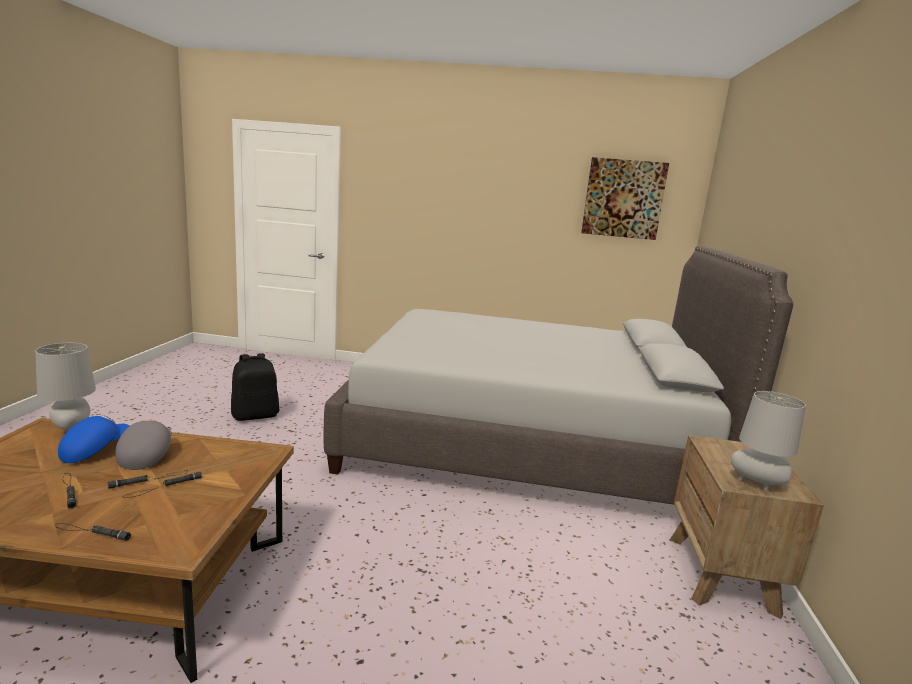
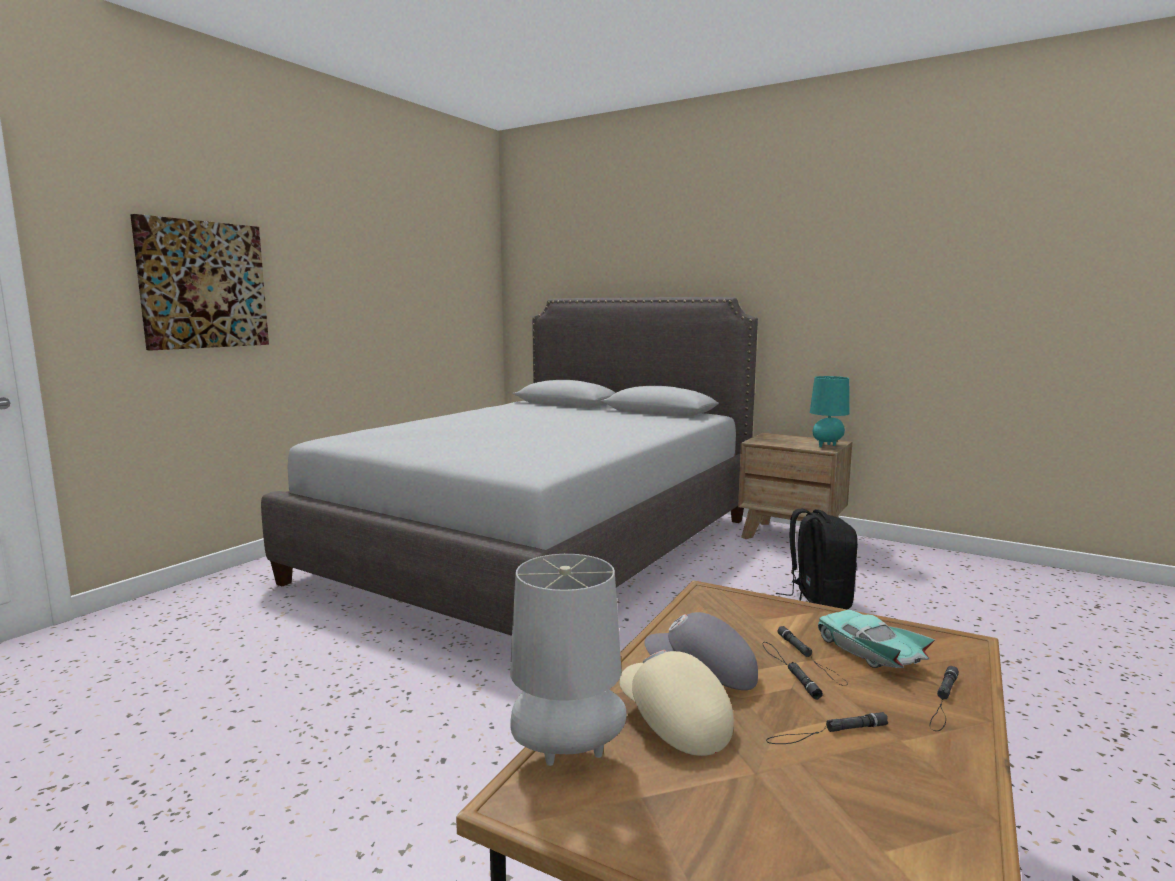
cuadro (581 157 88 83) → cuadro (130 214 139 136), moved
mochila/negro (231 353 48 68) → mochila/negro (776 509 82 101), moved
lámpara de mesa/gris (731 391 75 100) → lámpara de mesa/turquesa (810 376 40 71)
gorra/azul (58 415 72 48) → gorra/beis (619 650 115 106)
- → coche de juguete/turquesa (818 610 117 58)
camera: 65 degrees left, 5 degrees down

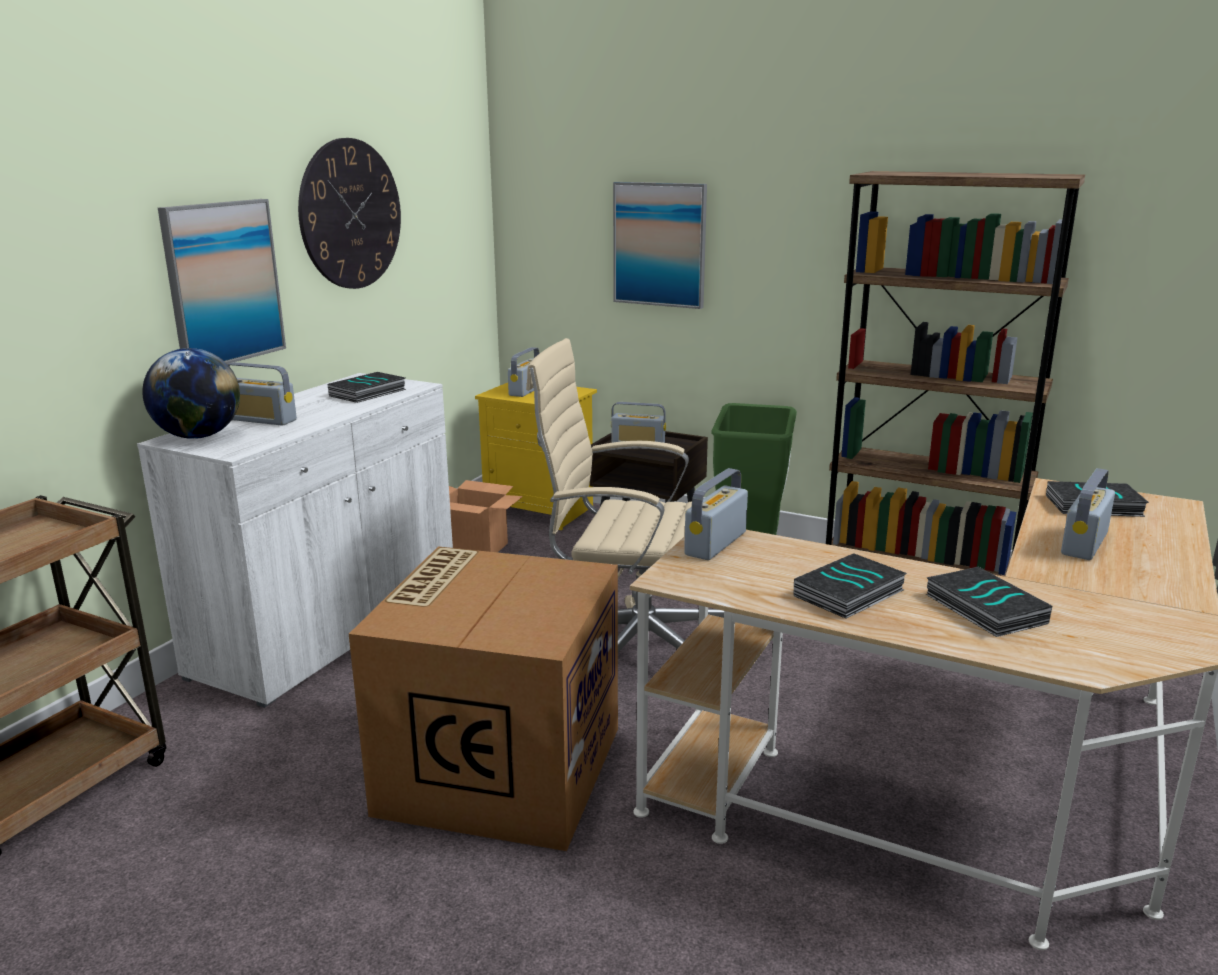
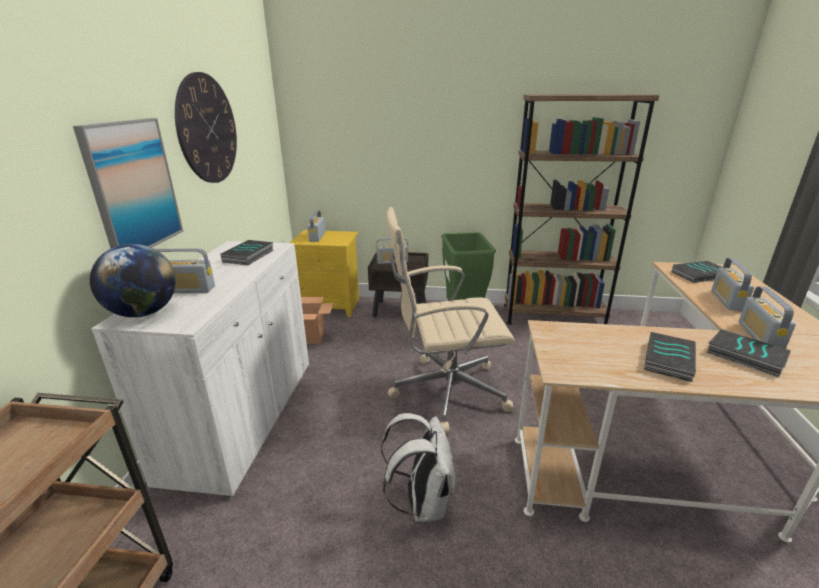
cuadro (613 182 94 127) → -
radio (684 468 64 92) → radio (739 286 57 63), moved
caja de cartón (349 547 269 304) → mochila/blanco (381 413 74 109)
camera: 20 degrees left, 5 degrees up

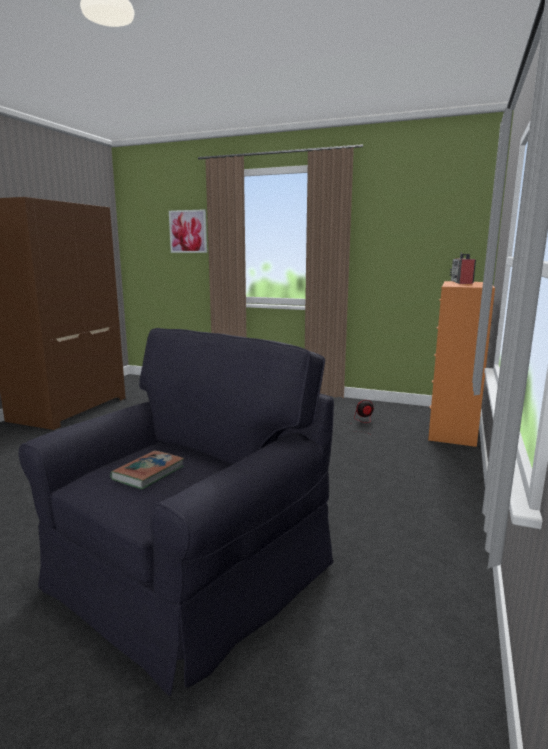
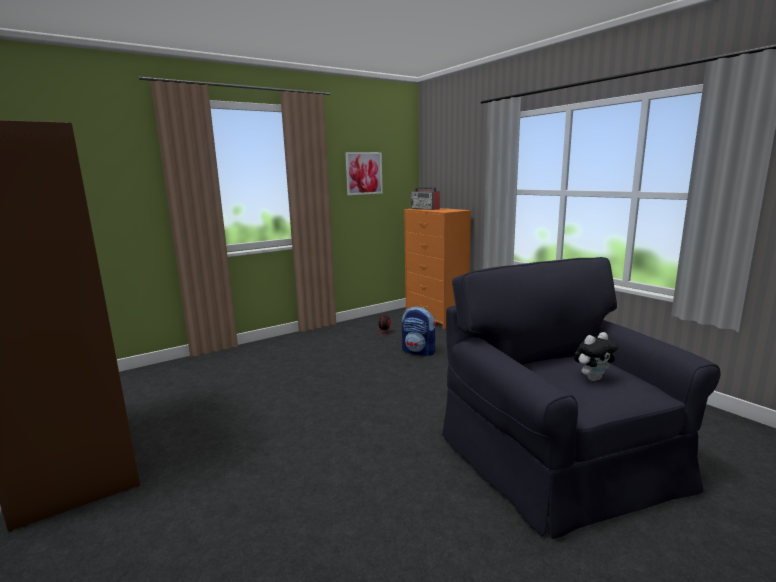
cuadro (169 209 38 44) → cuadro (345 152 38 43), moved
libro (110 450 74 39) → peluche (574 332 44 49)
- → mochila (402 307 34 49)
camera: 55 degrees left, 0 degrees up

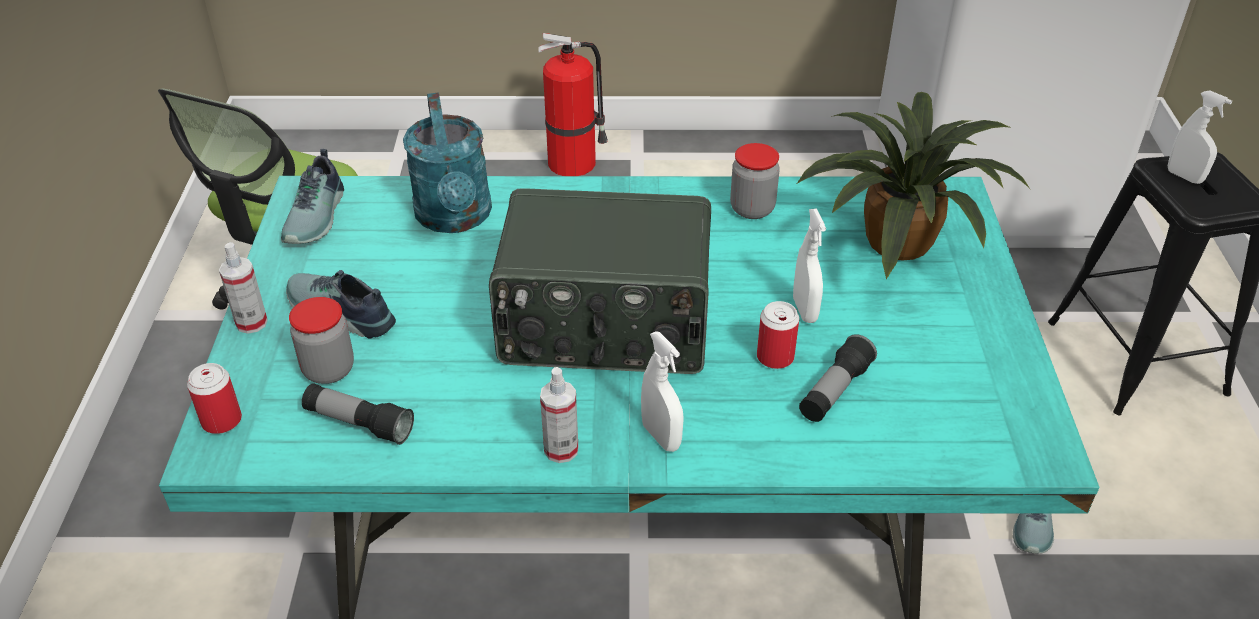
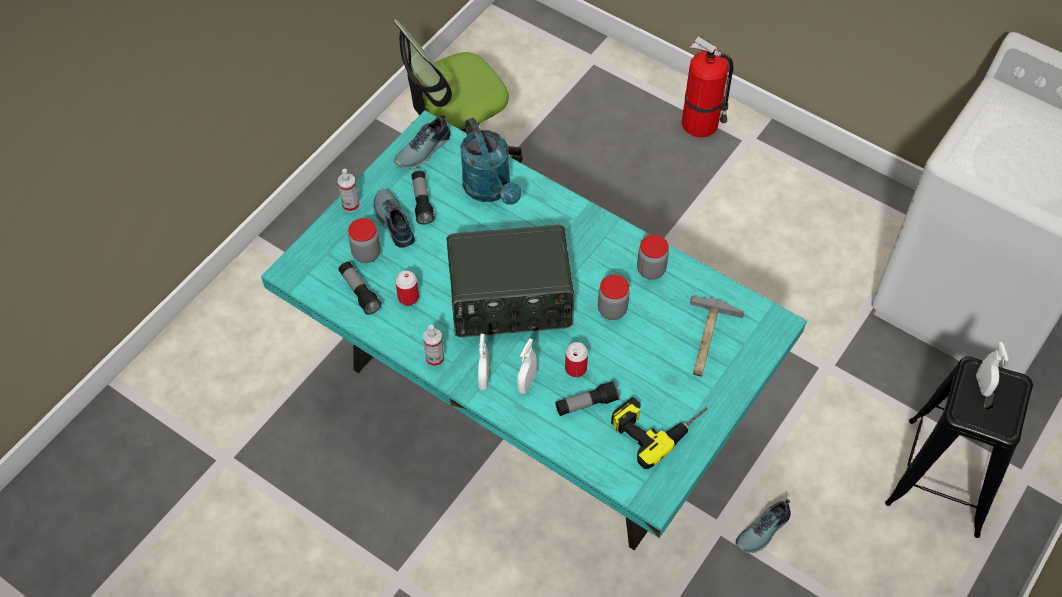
regadera/turquesa (403 92 89 141) → regadera/turquesa (460 118 61 87), 45 degrees counterclockwise
planta en maceta (797 92 232 187) → martillo (690 295 54 82)
radio (489 188 222 186) → radio (447 225 127 112), 45 degrees counterclockwise
pulverizador/blanco (793 209 33 114) → pulverizador/blanco (517 338 20 56), moved
lata (187 363 55 71) → lata (395 271 24 35), moved
- → linterna (411 171 24 54)
- → tarro (598 275 32 45)
- → taladro (611 397 97 72)
camera: 35 degrees right, 15 degrees up

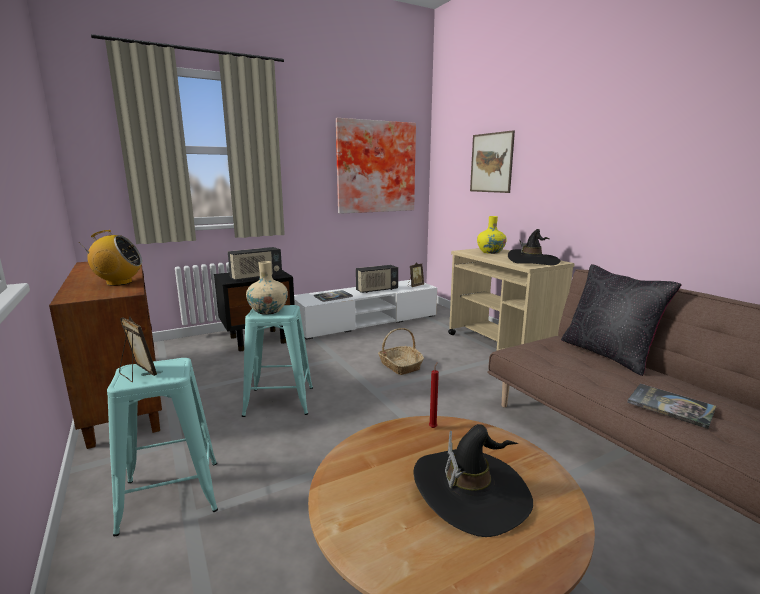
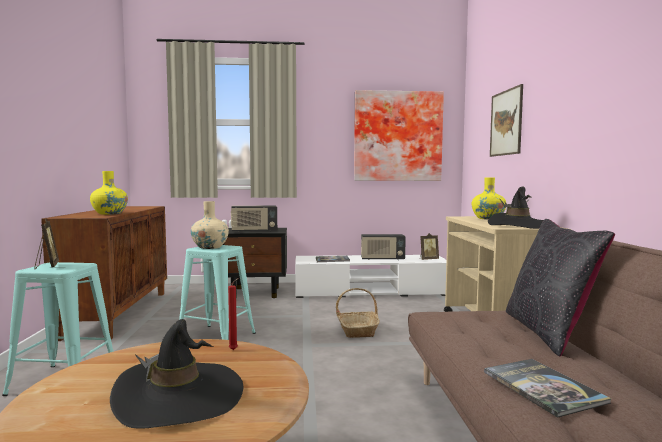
radio (86 230 56 56) → florero/amarillo (90 171 38 44)
camera: 25 degrees right, 10 degrees down

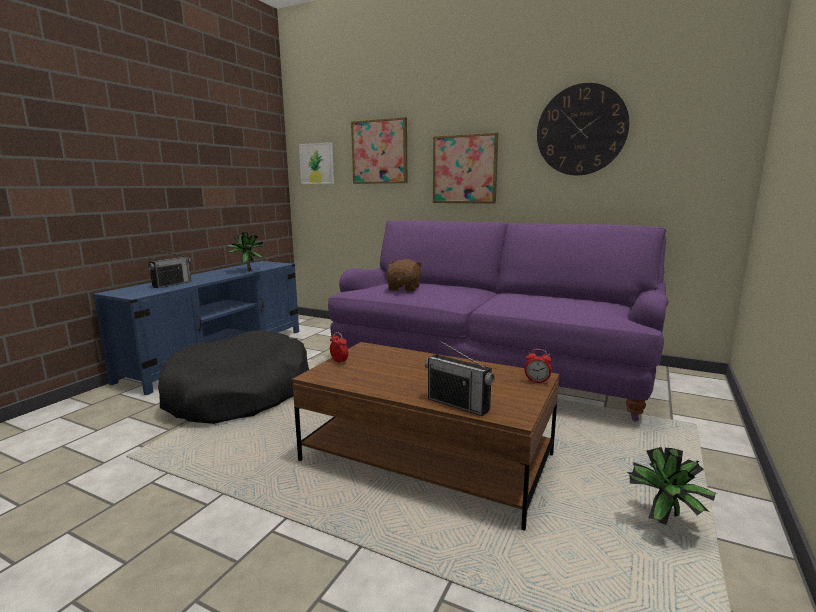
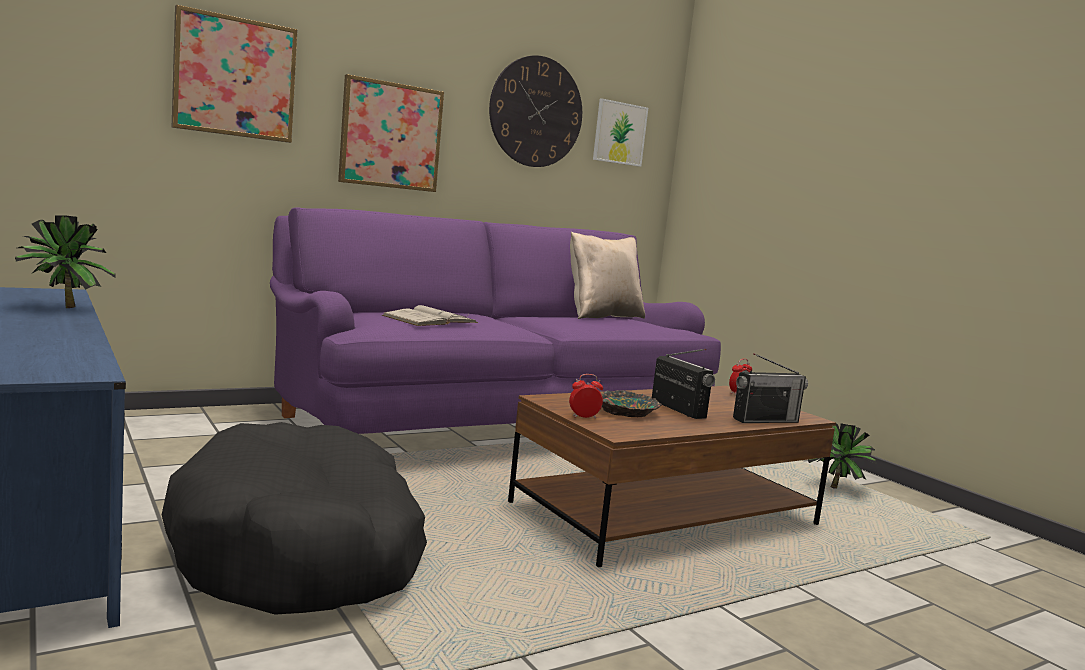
cuadro (299 142 35 42) → cuadro (593 98 55 69), moved
radio (148 249 43 39) → radio (652 349 63 70), moved
peluche/marrón (386 259 37 33) → libro/blanco (382 305 96 21)
- → cojín/beis (570 232 75 87)
- → cuenco (601 390 61 27)
camera: 60 degrees left, 5 degrees down

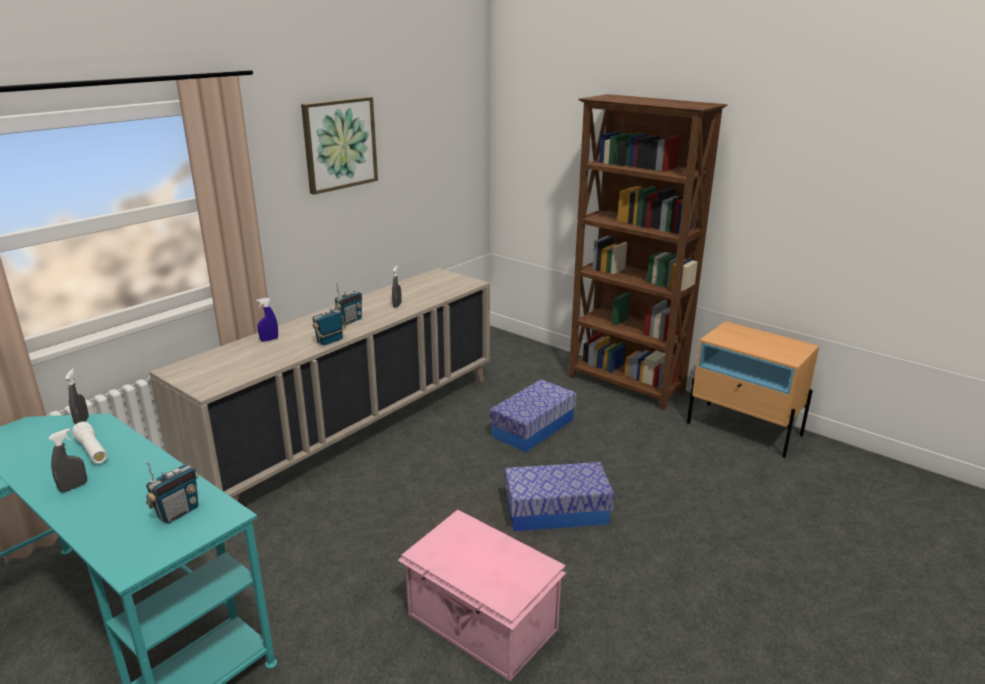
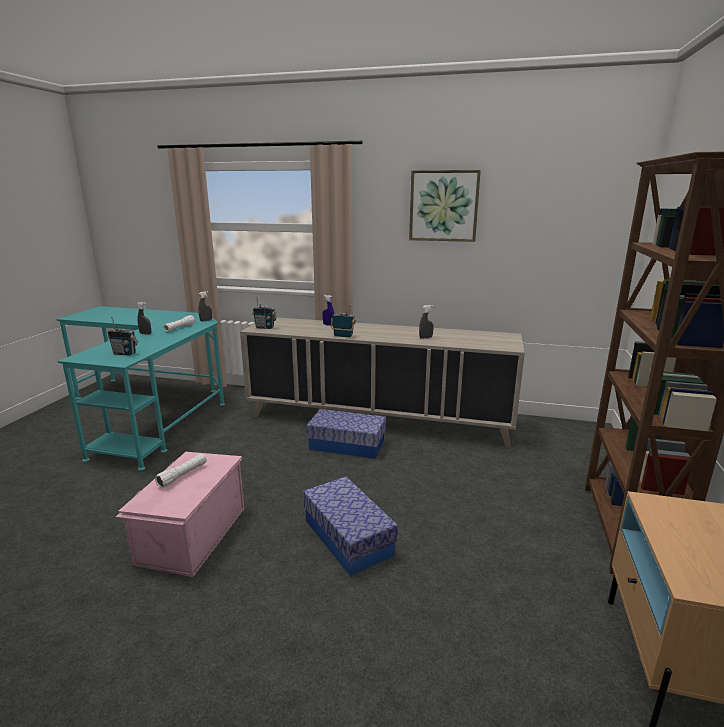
radio (335 283 27 42) → radio (252 297 25 32), moved
caja de almacenaje (490 379 86 73) → caja de almacenaje (306 409 80 50), moved
- → linterna/blanco (155 454 52 34)
camera: 65 degrees right, 5 degrees down

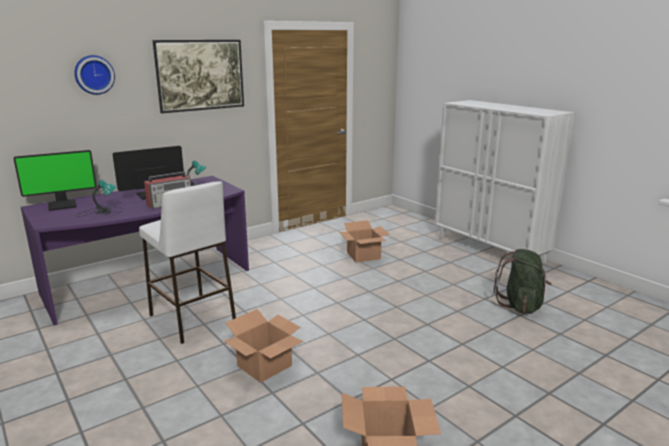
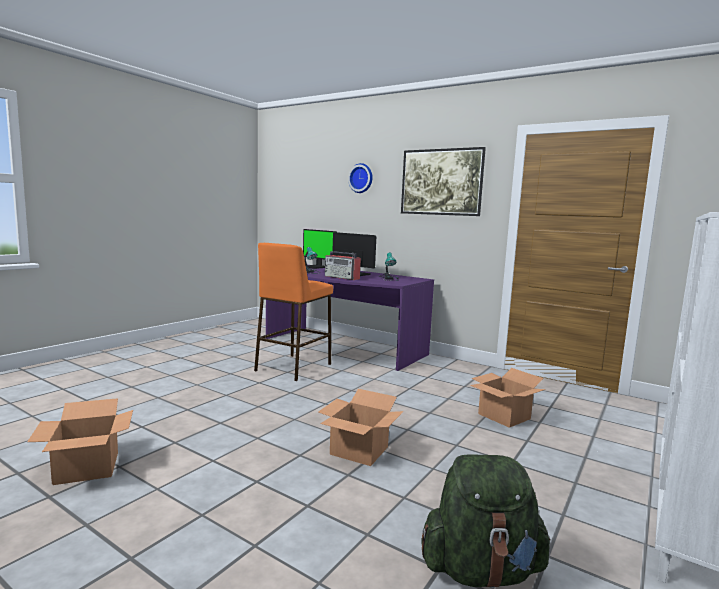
taburete/blanco (139 181 97 163) → taburete/naranja (254 243 79 138)
caja de cartón (224 309 79 74) → caja de cartón (318 389 86 77), moved
camera: 70 degrees right, 10 degrees down

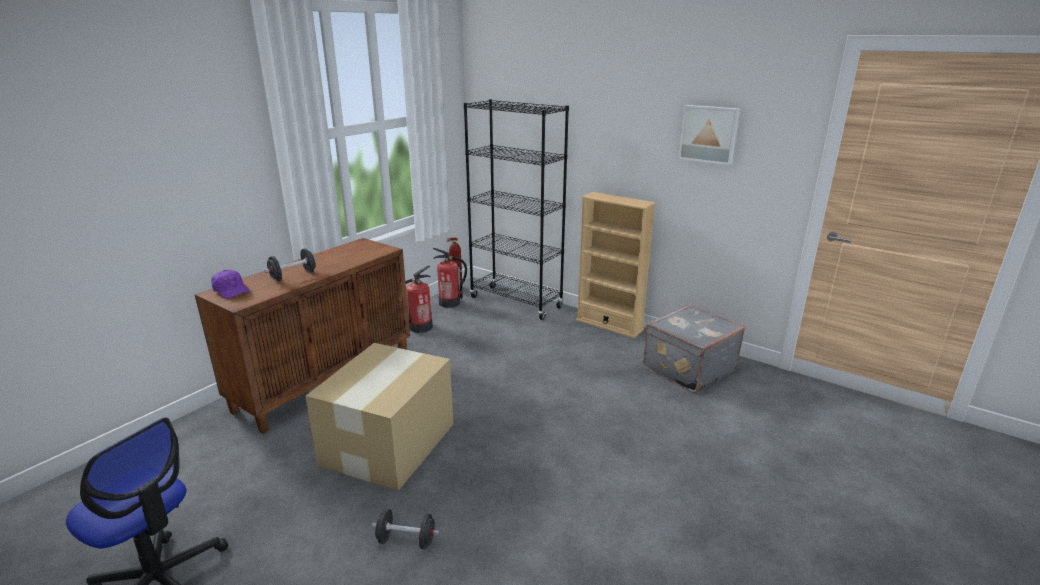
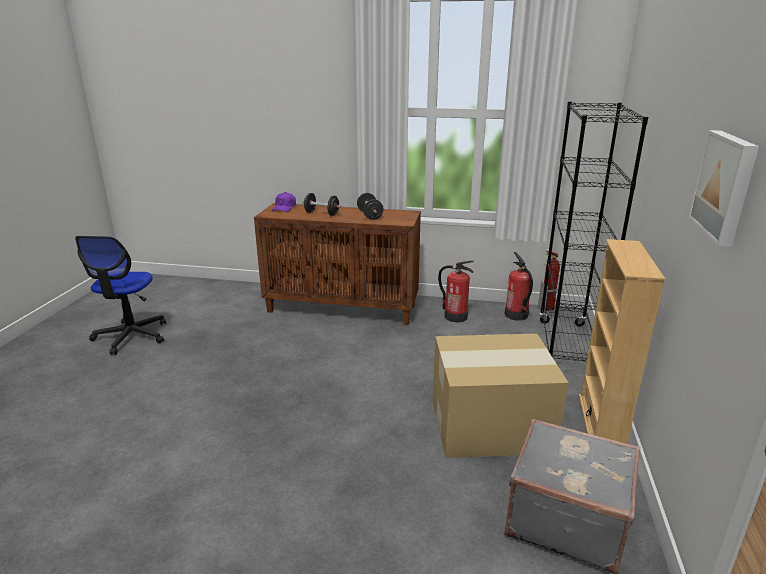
caja de cartón (305 343 148 148) → caja de cartón (432 333 136 125), moved
mancuerna/negro (372 509 68 40) → mancuerna/negro (357 193 26 27), moved
camera: 65 degrees right, 0 degrees up

